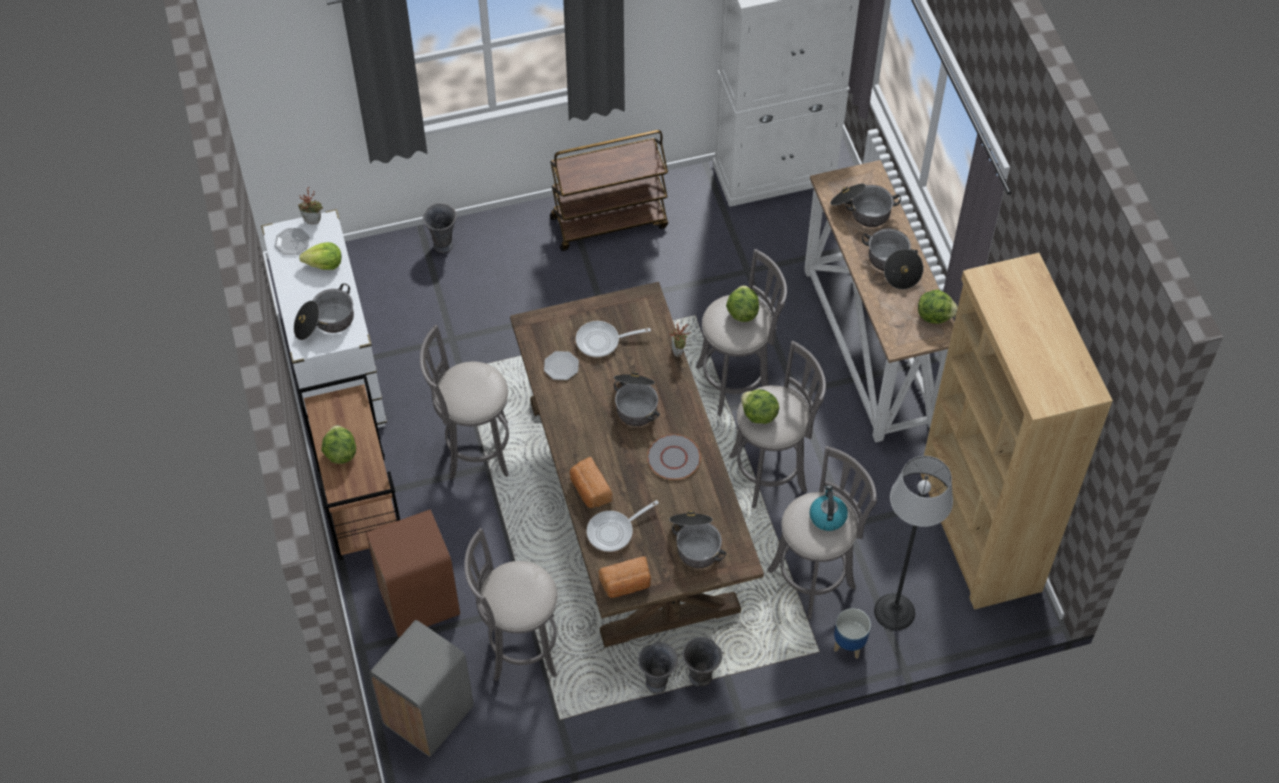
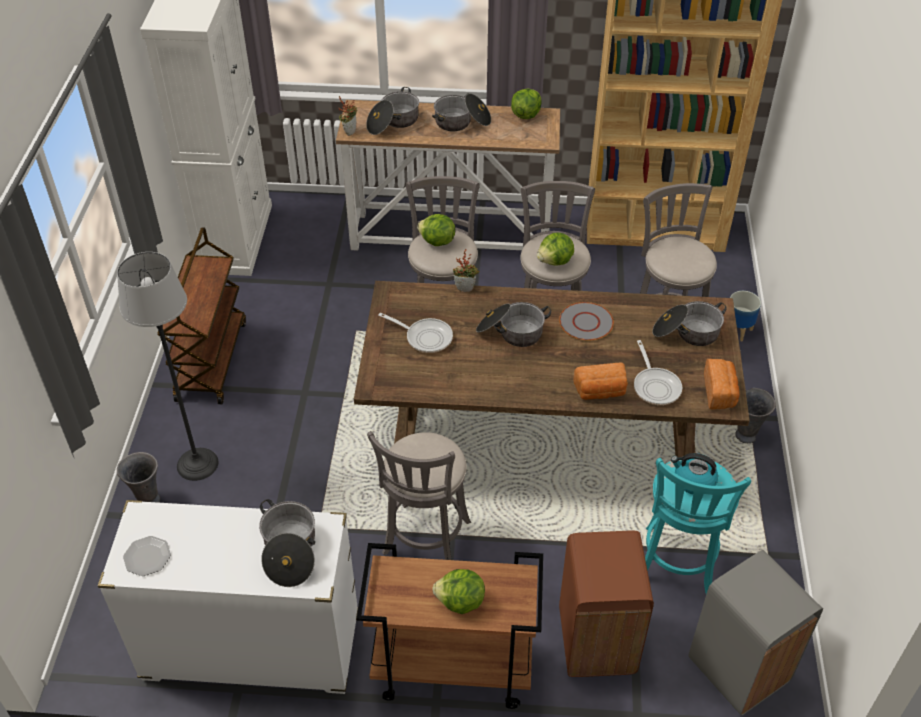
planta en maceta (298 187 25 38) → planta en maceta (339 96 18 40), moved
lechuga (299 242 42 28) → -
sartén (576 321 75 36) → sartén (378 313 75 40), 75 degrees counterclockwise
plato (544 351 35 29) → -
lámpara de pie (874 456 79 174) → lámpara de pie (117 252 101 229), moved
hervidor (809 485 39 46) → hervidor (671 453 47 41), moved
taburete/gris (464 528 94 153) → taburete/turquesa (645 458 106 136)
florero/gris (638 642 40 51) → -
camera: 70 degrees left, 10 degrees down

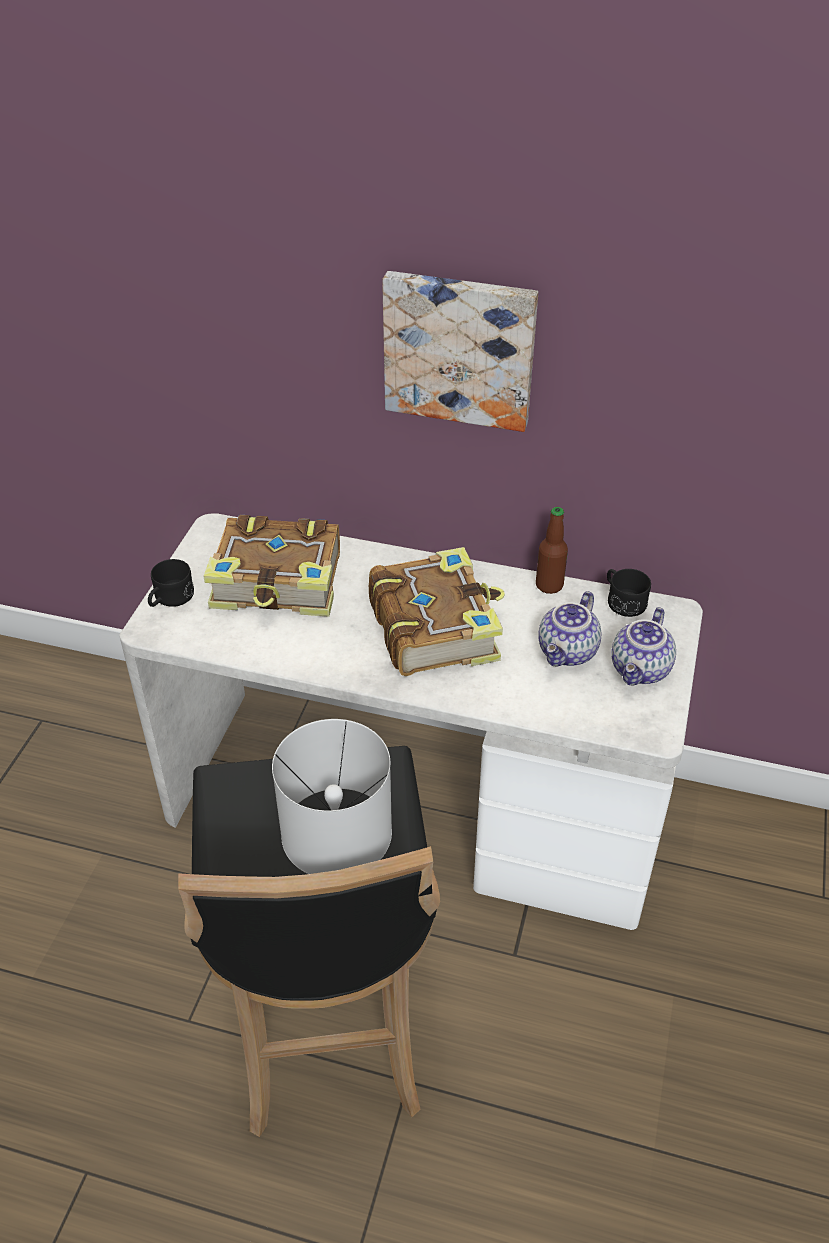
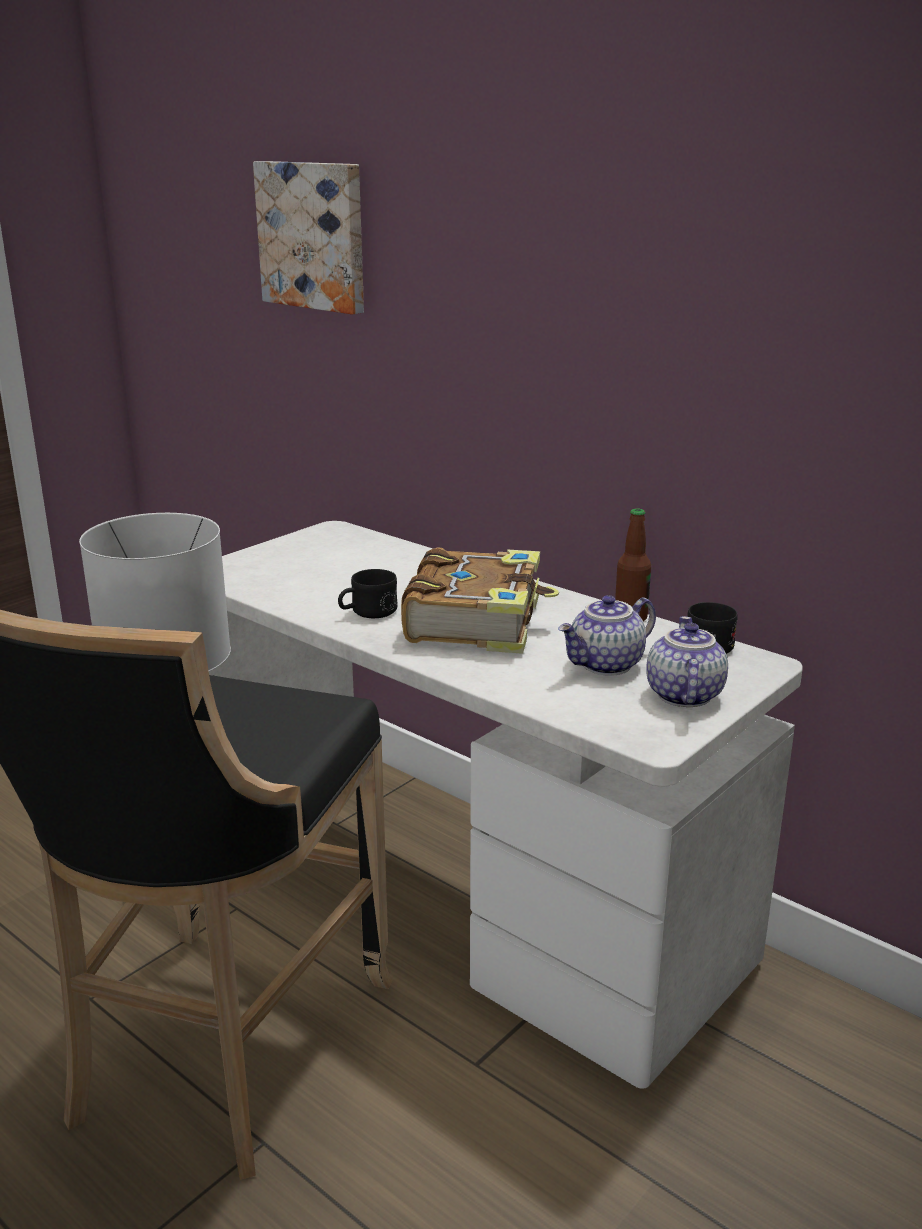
cuadro (382 271 156 161) → cuadro (253 161 111 154), moved
libro (203 515 137 102) → -
taza grande/negro (148 559 46 48) → taza grande/negro (338 569 60 49), moved
tetera (611 607 65 79) → tetera (646 616 82 91), 135 degrees clockwise
camera: 25 degrees right, 20 degrees down

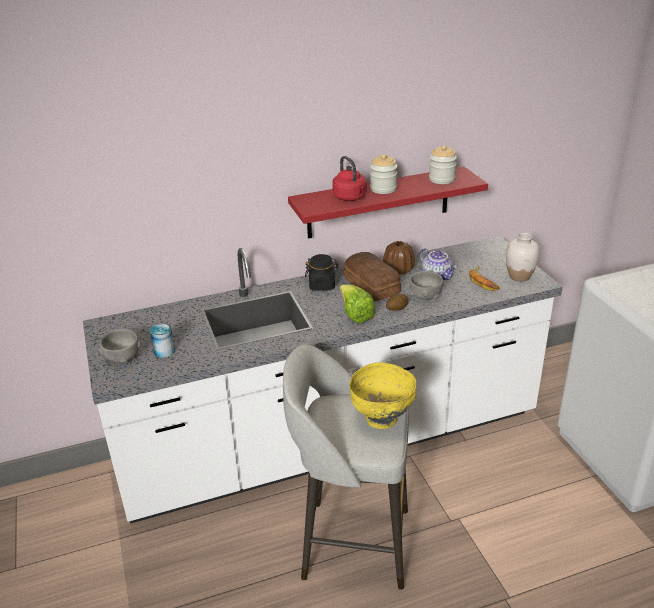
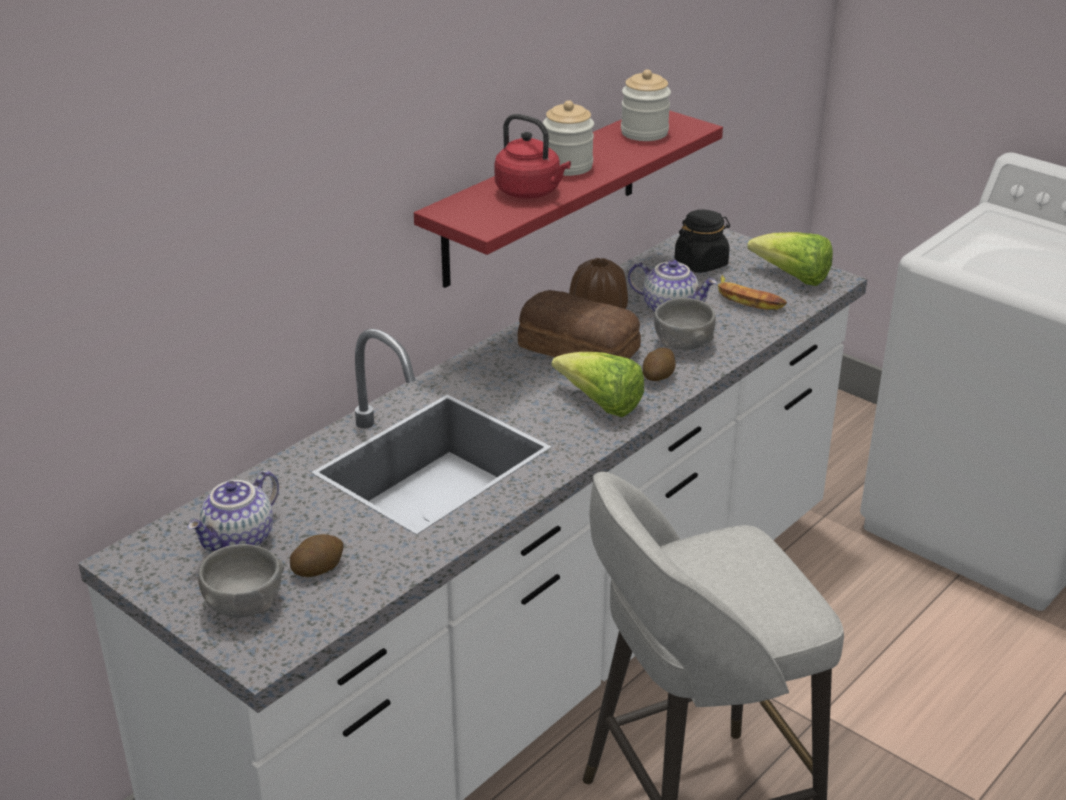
florero/blanco (506 233 34 49) → lechuga (747 232 86 54)
tarro/negro (305 254 34 37) → tarro/negro (675 210 55 63), moved
lata (150 323 25 35) → patata (290 534 53 43)
cuenco/amarillo (349 363 67 66) → -
- → tetera (188 470 91 81)
camera: 30 degrees left, 0 degrees up

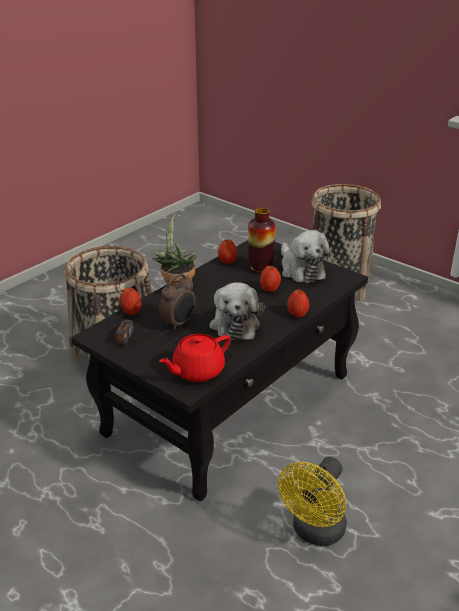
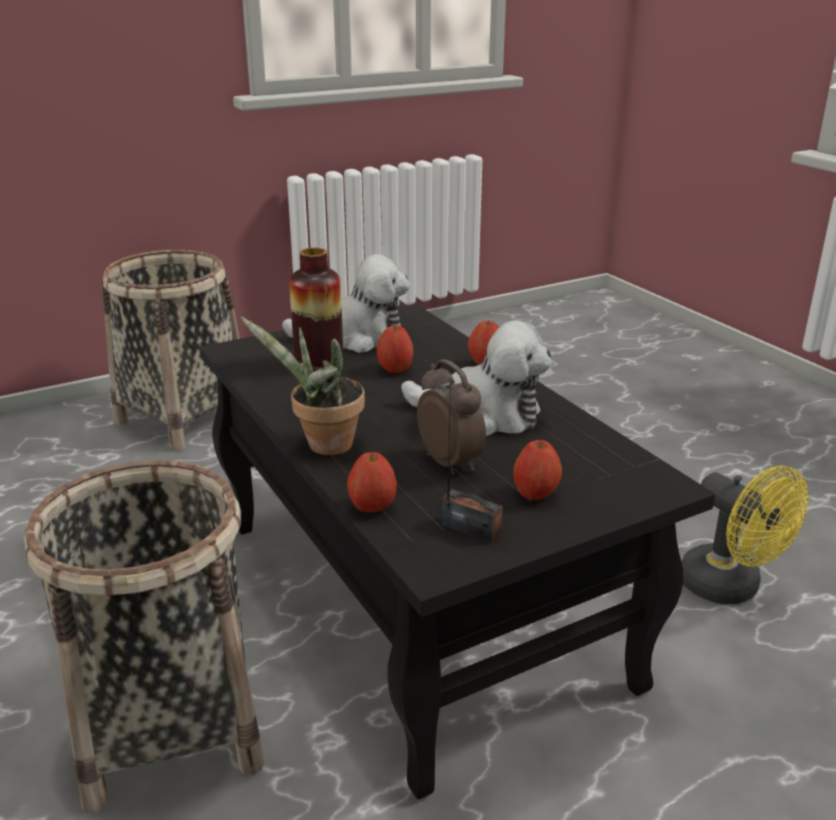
manzana (218 239 19 25) → manzana (513 440 49 60), moved
tetera/rojo (159 334 72 48) → -
camera: 70 degrees left, 5 degrees down

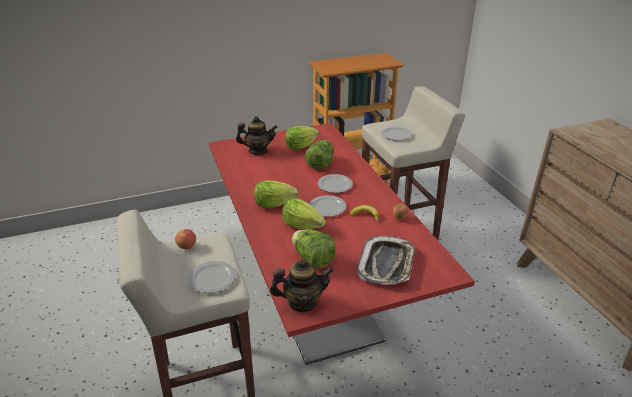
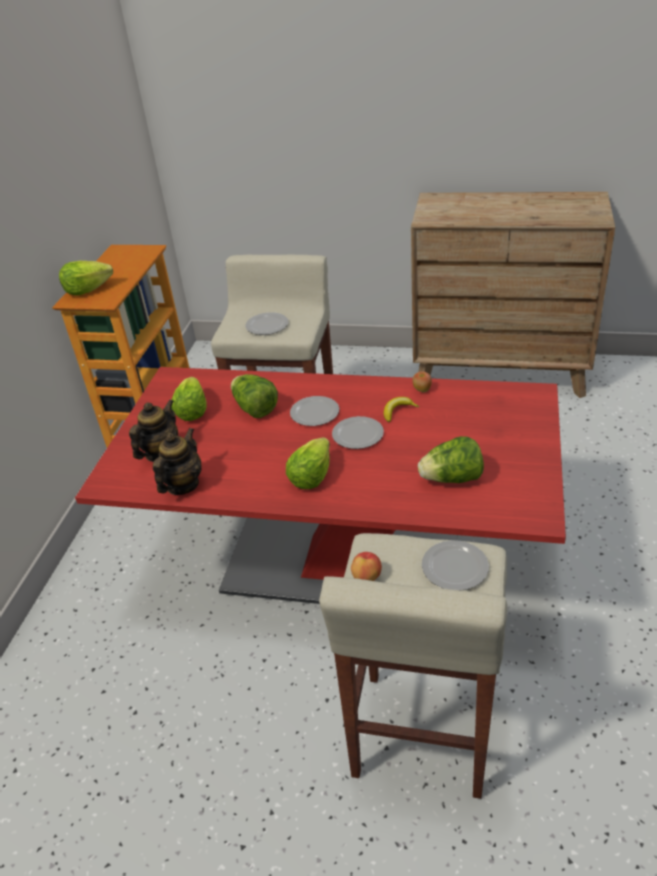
lechuga (282 198 44 31) → lechuga (59 261 54 35), moved
bandeja (357 236 58 49) → -
tetera (270 258 64 54) → tetera (153 428 49 67), moved
camera: 55 degrees left, 5 degrees up

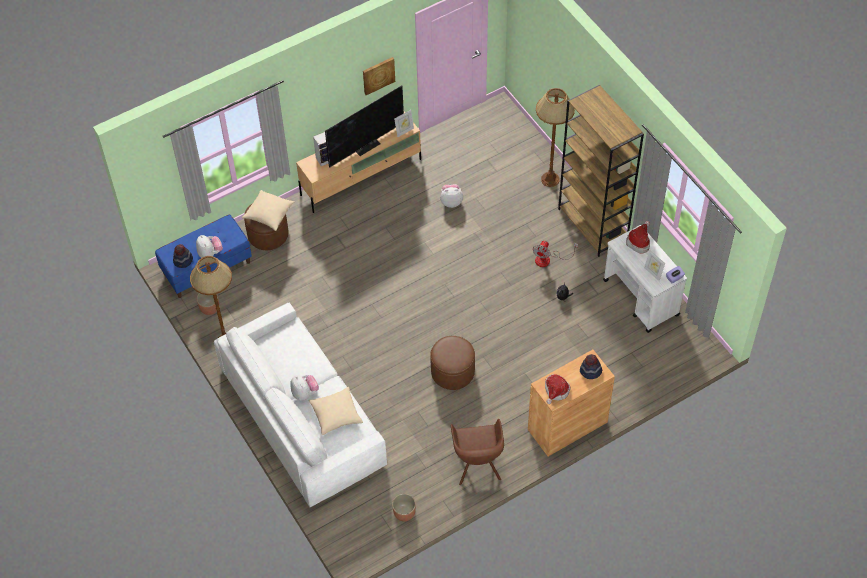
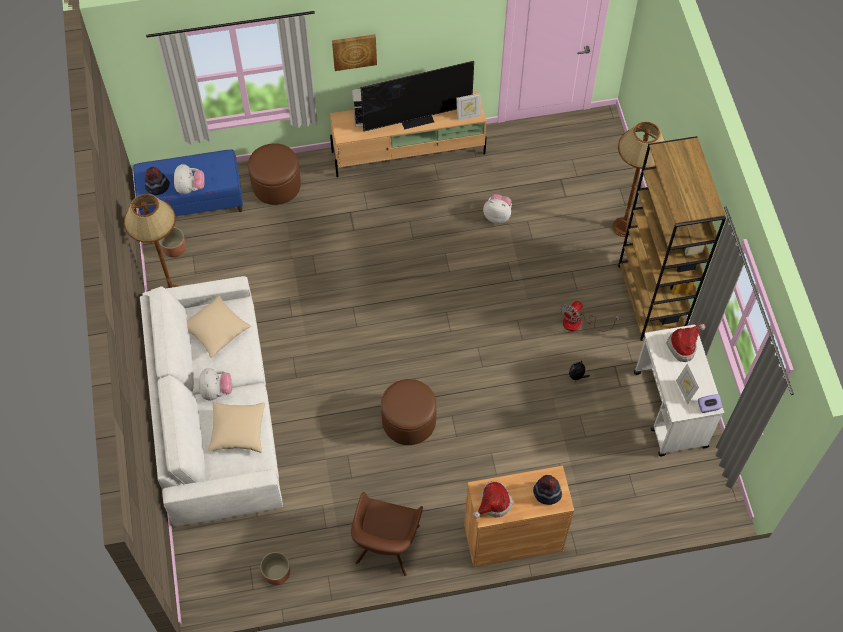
cuadro (363 57 32 38) → cuadro (332 34 45 37), moved
cojín/beis (242 190 53 41) → cojín/beis (187 296 64 62), moved
camera: 20 degrees right, 5 degrees up

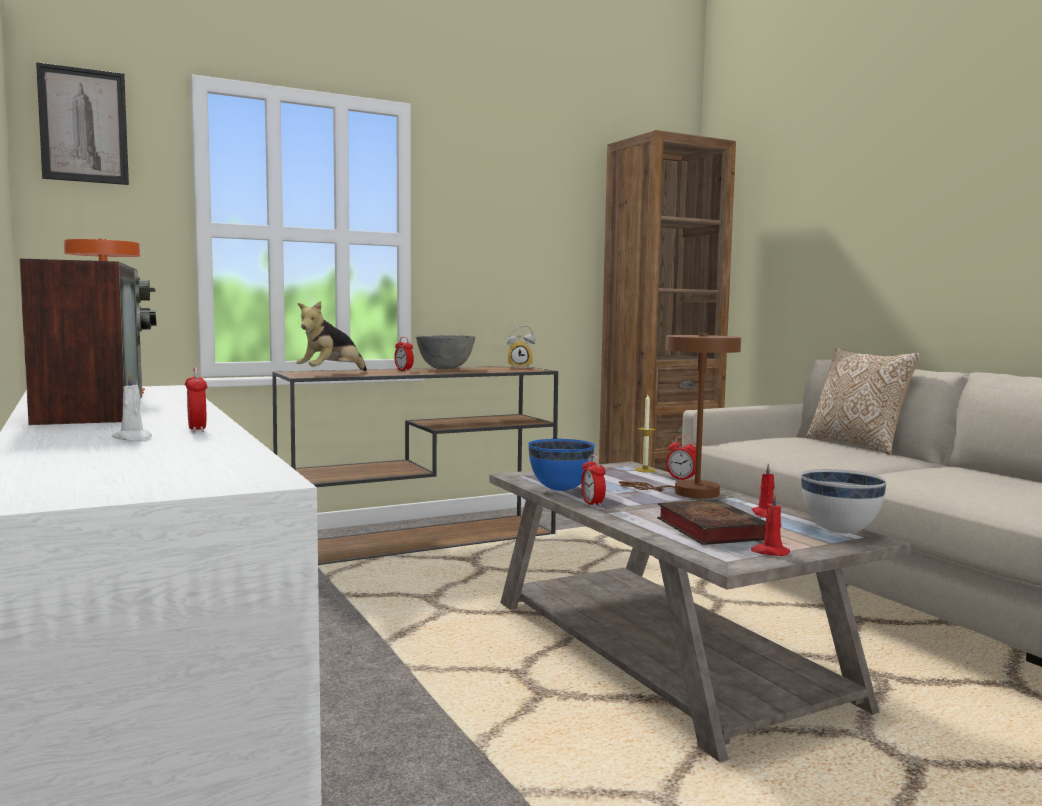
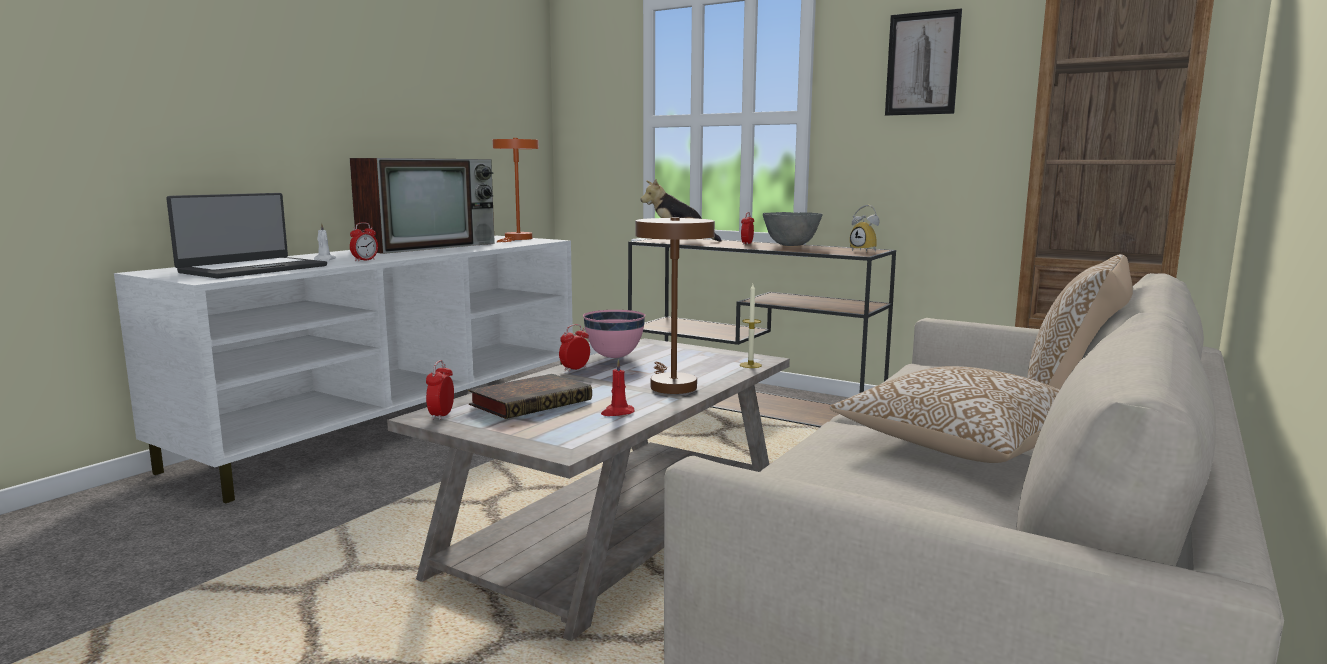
cuadro (36 62 93 123) → cuadro (885 8 77 108), moved
despertador (666 436 30 44) → despertador (426 360 28 60), moved
cuenco/azul (528 439 67 52) → cuenco/rosa (583 310 62 48)
cuenco/blanco (801 469 86 65) → -
vela/rojo (751 492 39 64) → -
- → portátil (166 193 161 86)
- → cojín (830 366 230 97)
camera: 60 degrees right, 5 degrees up

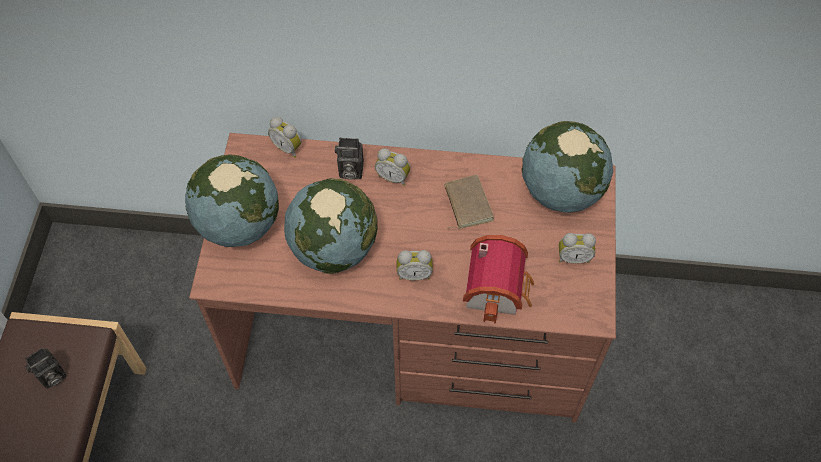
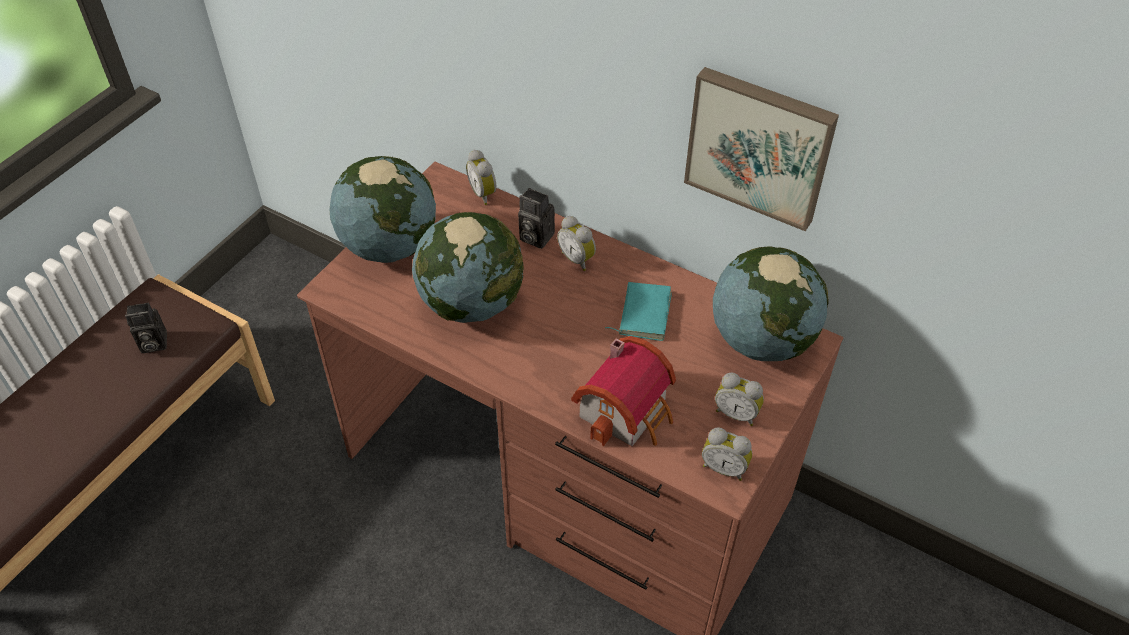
libro/marrón (444 175 50 54) → libro/turquesa (605 282 67 59)
despertador (397 250 36 31) → despertador (702 428 50 53), moved
- → cuadro (684 67 155 164)
camera: 25 degrees right, 10 degrees down

